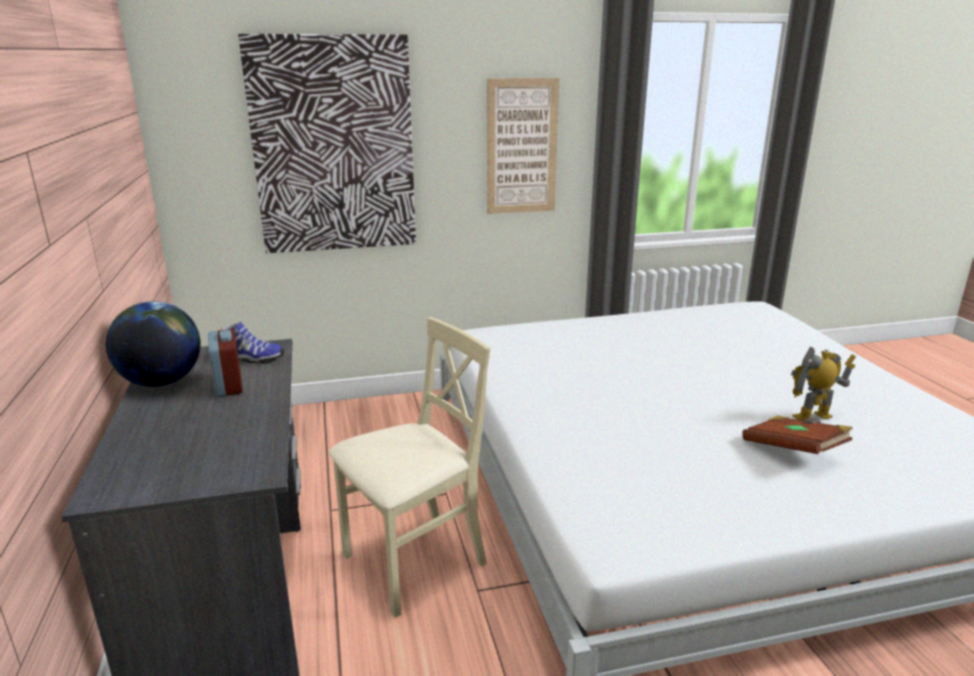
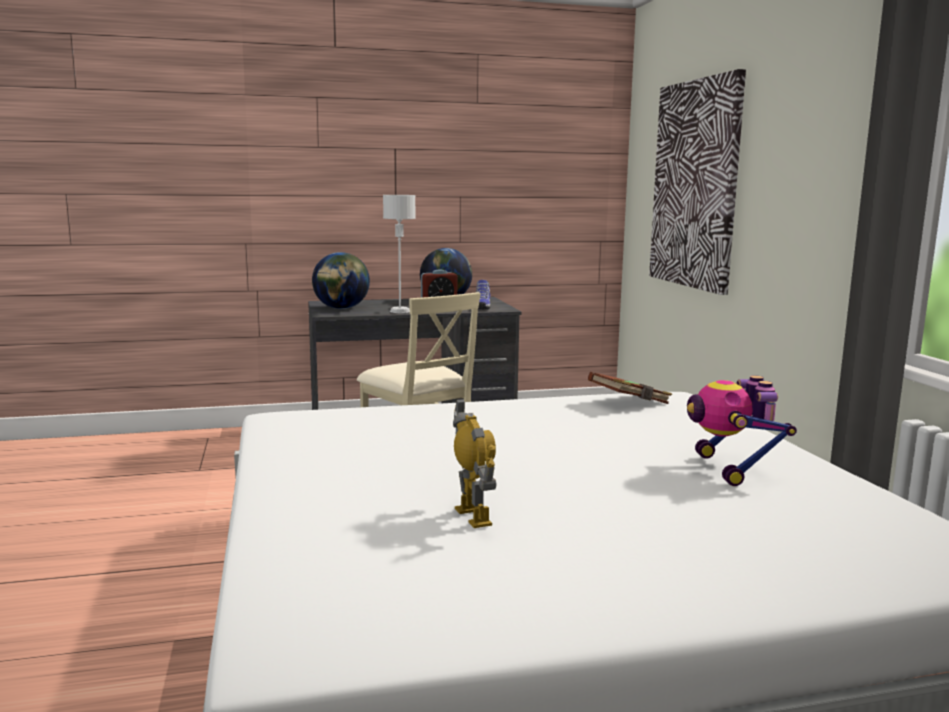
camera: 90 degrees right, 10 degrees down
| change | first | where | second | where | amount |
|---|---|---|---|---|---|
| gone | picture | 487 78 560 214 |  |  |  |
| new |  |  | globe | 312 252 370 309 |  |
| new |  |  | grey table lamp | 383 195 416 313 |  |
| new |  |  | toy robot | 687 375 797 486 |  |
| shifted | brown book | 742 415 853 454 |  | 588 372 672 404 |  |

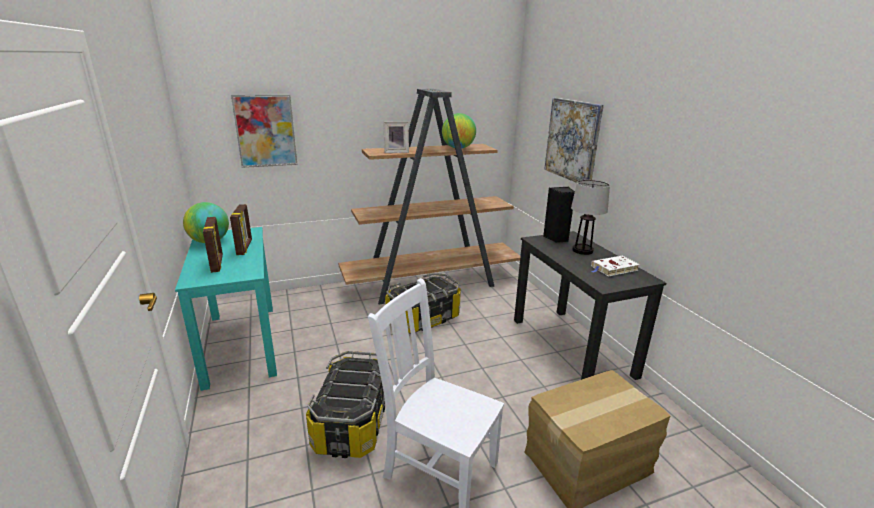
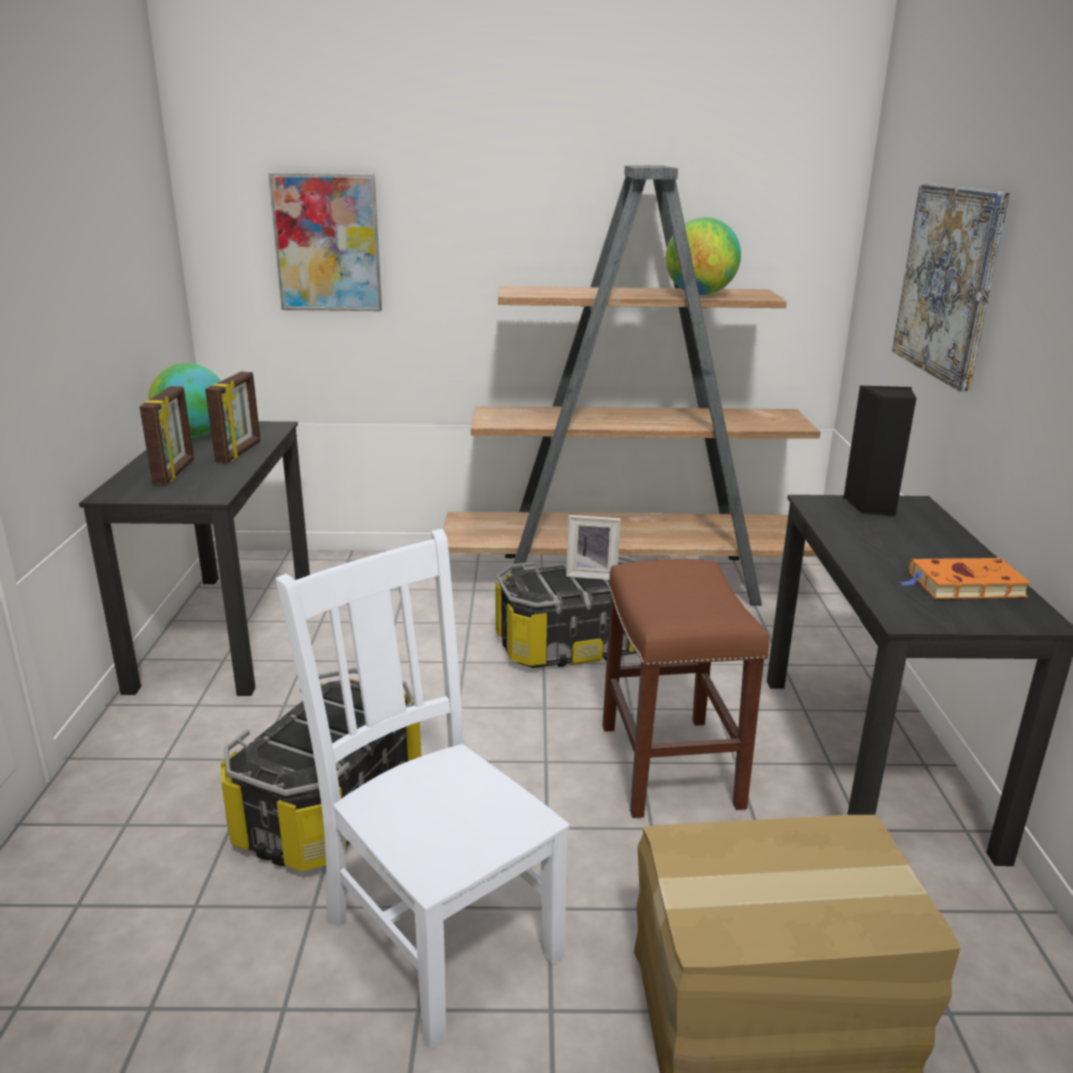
camera: 20 degrees right, 0 degrees up
| change | first | where | second | where | amount |
|---|---|---|---|---|---|
| gone | table lamp | 571 180 610 255 |  |  |  |
| new |  |  | brown stool | 602 559 769 818 |  |
| shifted | picture frame | 383 121 409 153 |  | 566 515 621 580 |  |
| repainted | turquoise desk | 175 227 277 391 | black desk | 79 421 310 696 |  |
| repainted | white book | 591 256 640 276 | orange book | 900 558 1031 599 |  |

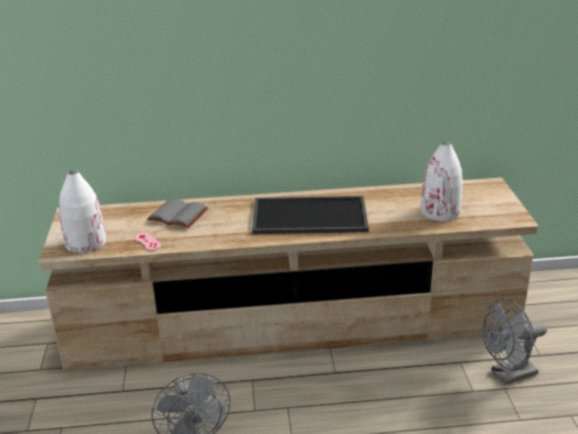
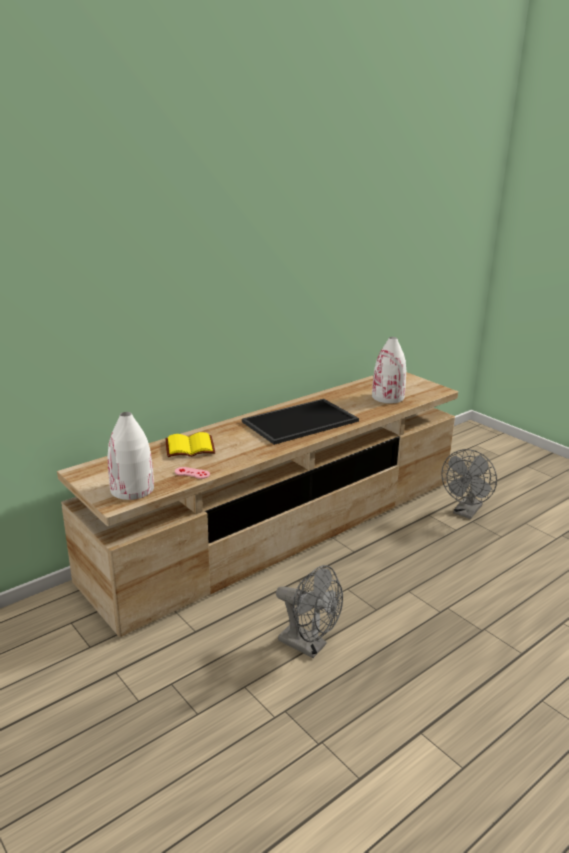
camera: 35 degrees left, 5 degrees down
| change | first | where | second | where | amount |
|---|---|---|---|---|---|
| repainted | grey book | 147 198 208 228 | yellow book | 166 432 215 457 |  |

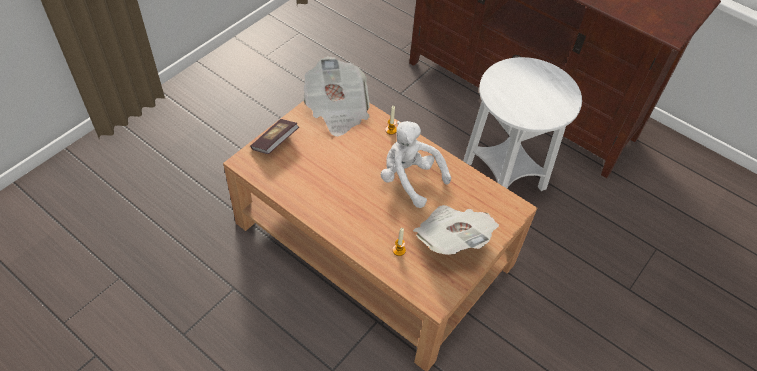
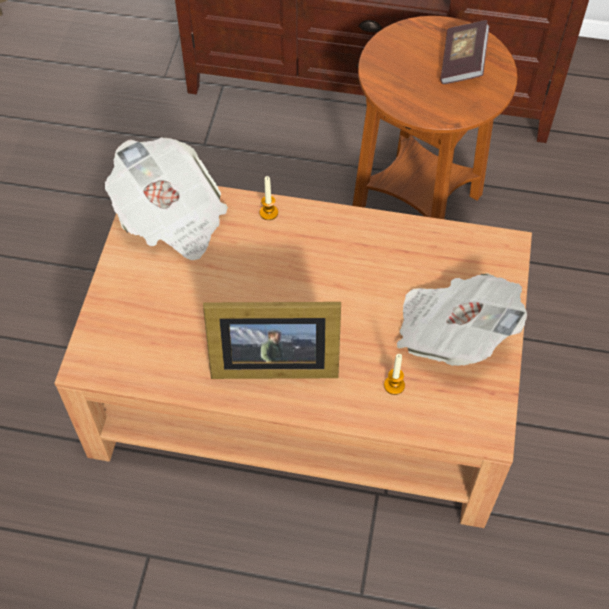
camera: 25 degrees left, 5 degrees up
| change | first | where | second | where | amount |
|---|---|---|---|---|---|
| gone | white plush toy | 381 121 451 208 |  |  |  |
| new |  |  | picture frame | 203 302 341 379 |  |
| shifted | book | 250 119 299 154 |  | 440 20 489 84 |  |
| repainted | white side table | 463 57 582 191 | brown side table | 352 16 517 219 |  |

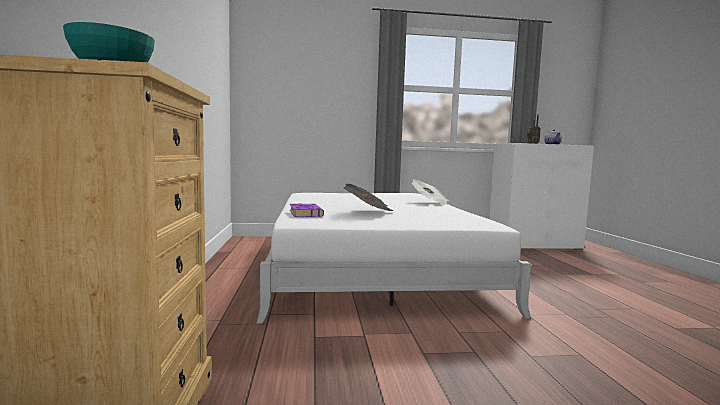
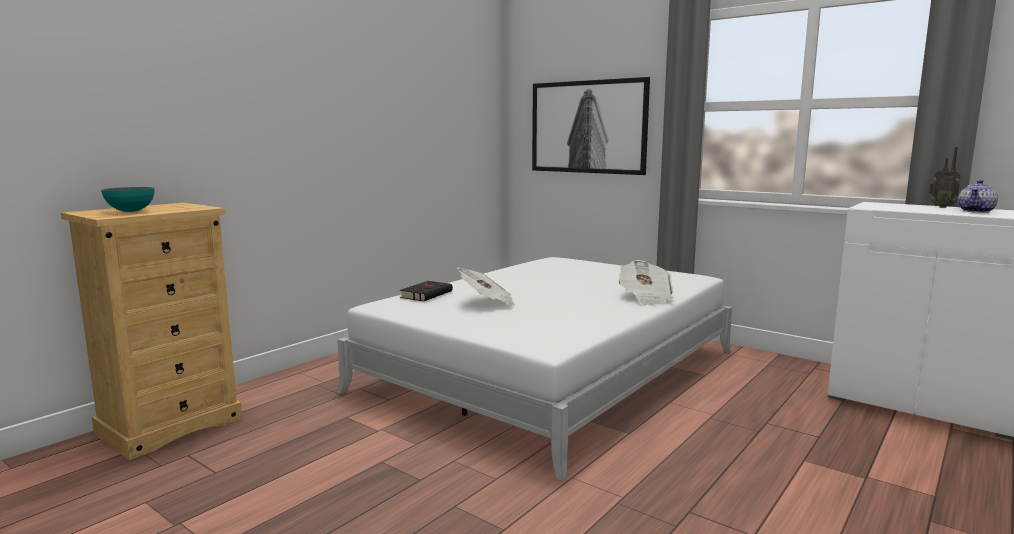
camera: 45 degrees right, 5 degrees up
| change | first | where | second | where | amount |
|---|---|---|---|---|---|
| new |  |  | picture | 532 77 650 175 |  |
| repainted | purple book | 290 203 324 217 | black book | 400 281 453 301 |  |

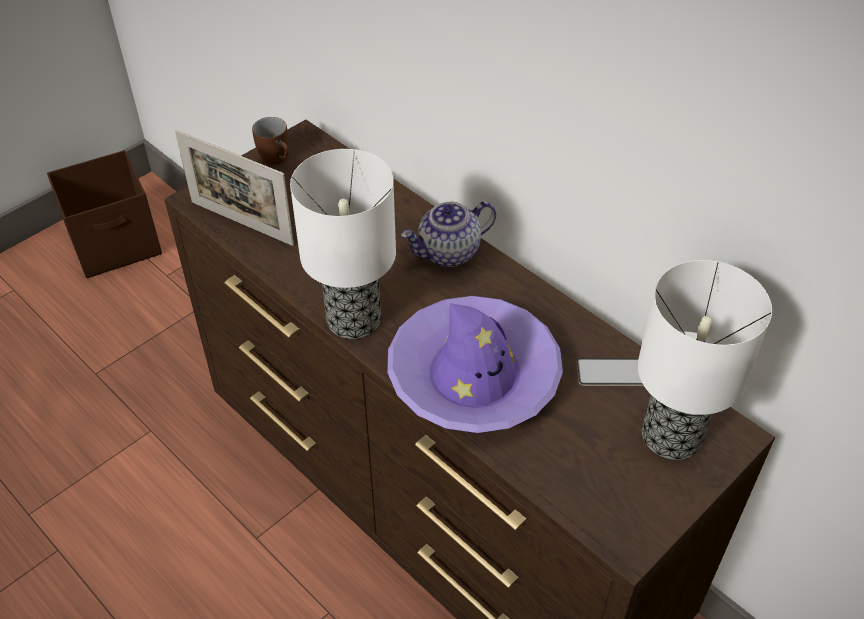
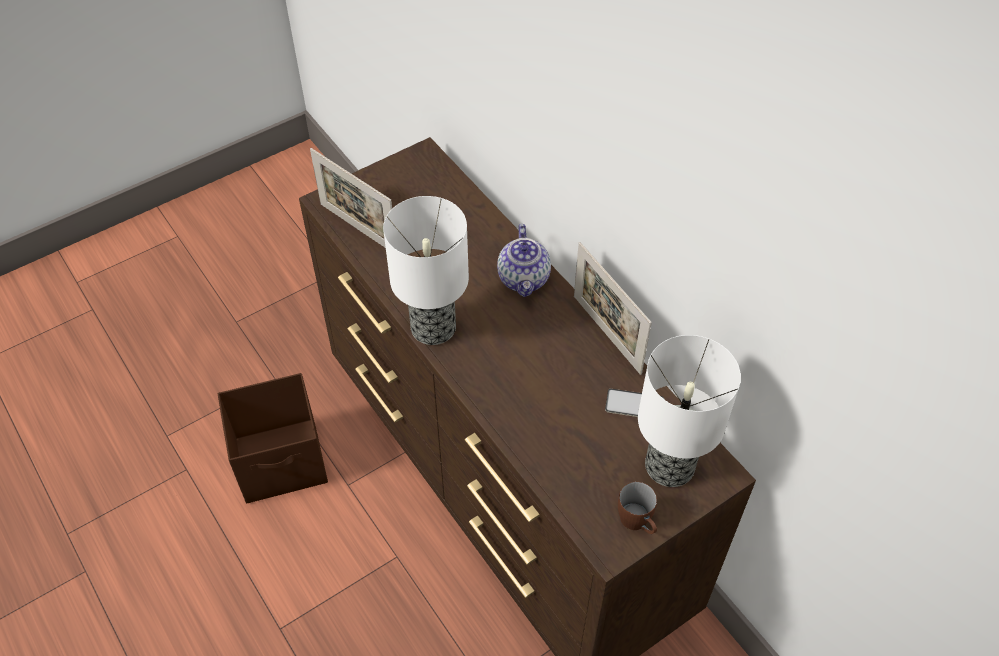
camera: 10 degrees right, 5 degrees up
| change | first | where | second | where | amount |
|---|---|---|---|---|---|
| gone | purple hat | 387 296 563 433 |  |  |  |
| new |  |  | picture frame | 574 242 652 375 |  |
| shifted | brown storage box | 47 150 162 278 |  | 217 373 328 503 |  |
| shifted | brown mug | 252 117 288 165 |  | 618 482 657 534 |  |
| rotated | teapot | 401 201 496 267 |  | 497 224 551 297 | 75 degrees counterclockwise |

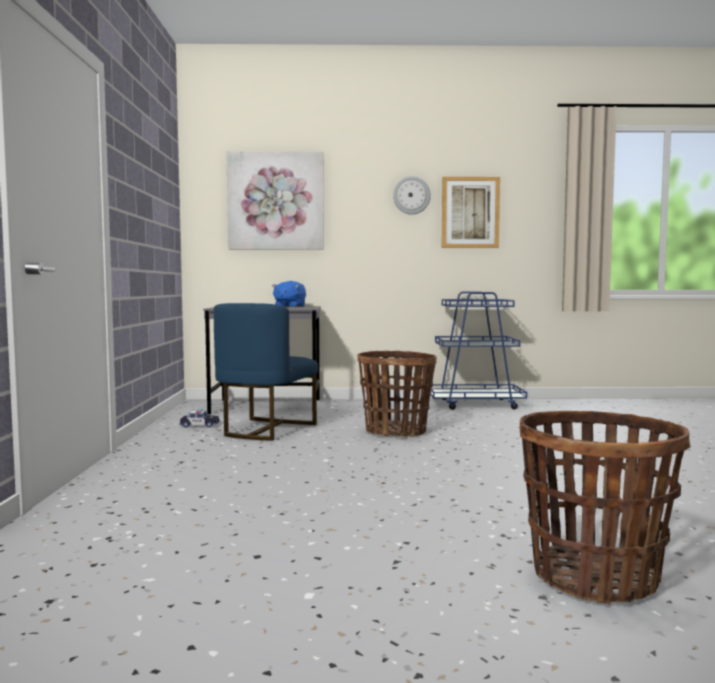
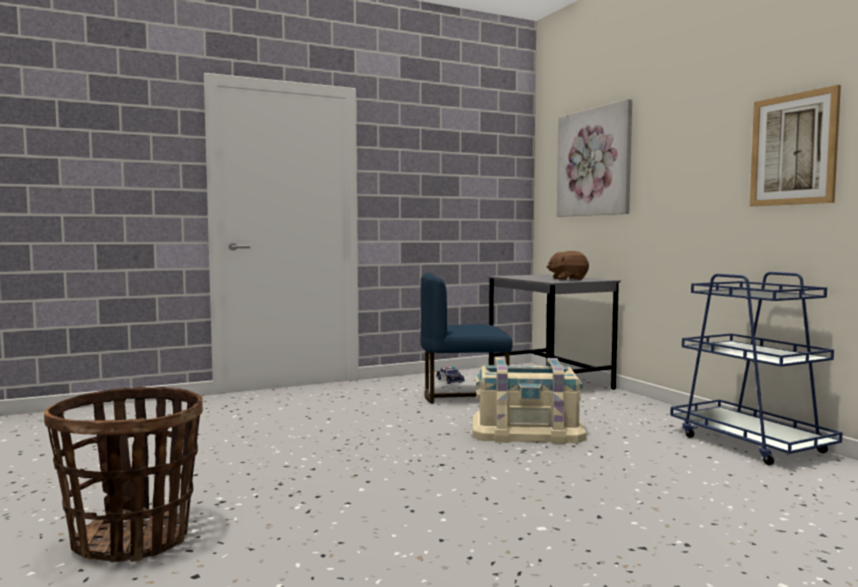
camera: 65 degrees right, 0 degrees up
| change | first | where | second | where | amount |
|---|---|---|---|---|---|
| gone | wall clock | 393 176 431 215 |  |  |  |
| swapped | basket | 357 351 437 437 | beige storage box | 472 357 586 444 |  |
| repainted | blue plush toy | 272 281 306 308 | brown plush toy | 547 251 589 280 |  |

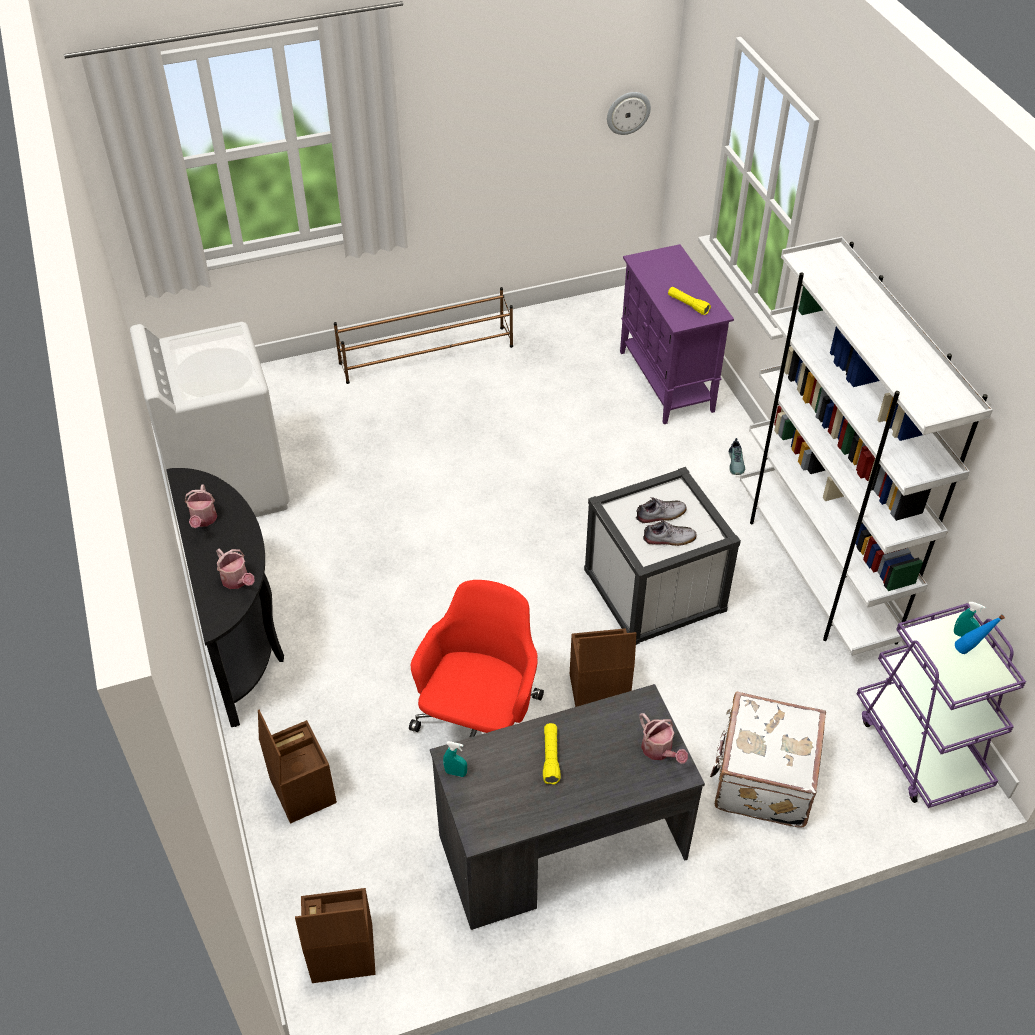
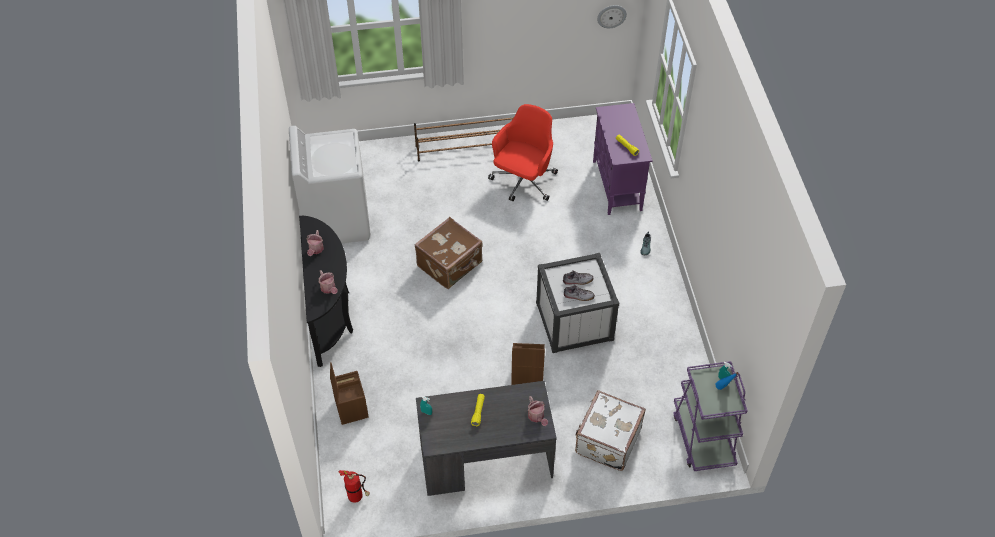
camera: 10 degrees right, 5 degrees up
| change | first | where | second | where | amount |
|---|---|---|---|---|---|
| gone | white bookcase | 740 236 993 656 |  |  |  |
| new |  |  | brown suitcase | 415 217 483 289 |  |
| shifted | red office chair | 409 580 544 738 |  | 488 104 558 201 |  |
| swapped | brown storage box | 295 888 376 983 | fire extinguisher | 339 470 370 503 |  |

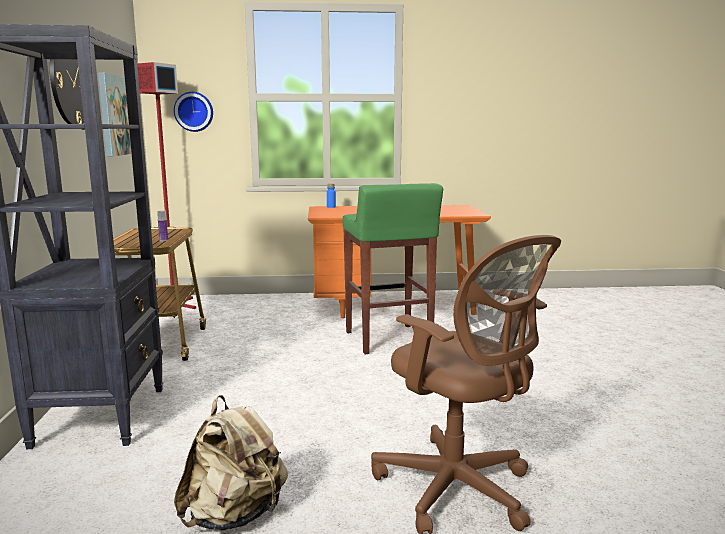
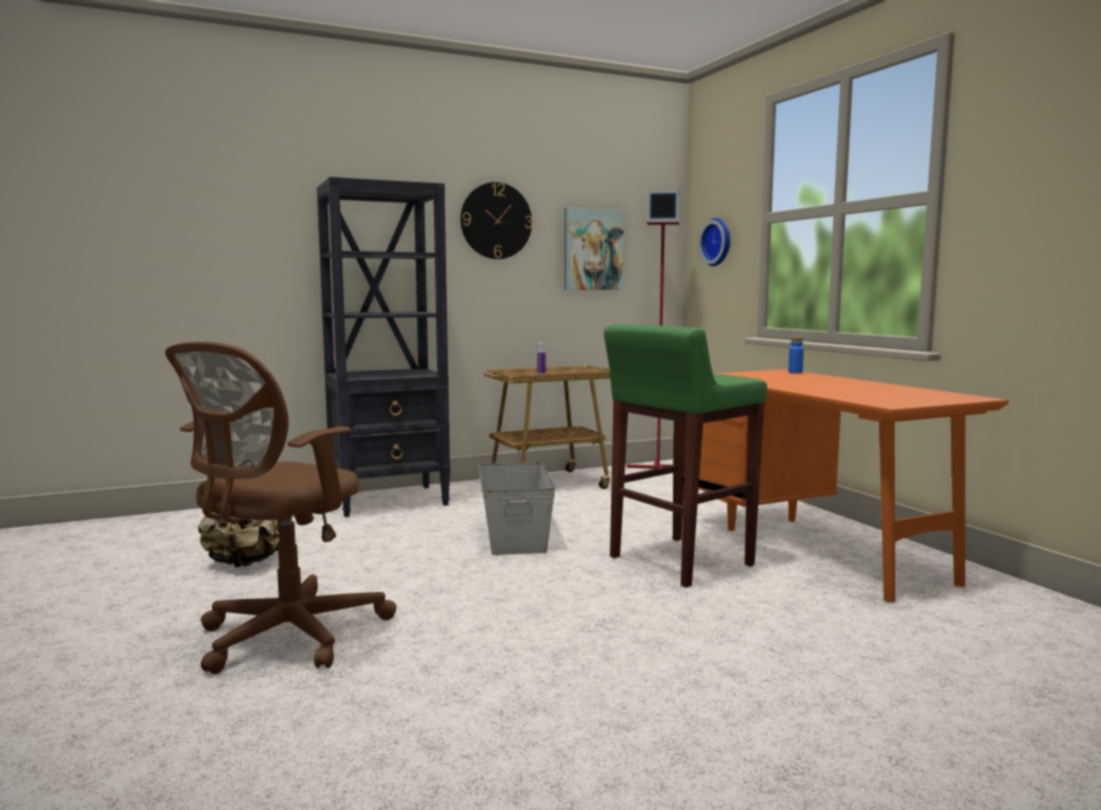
camera: 70 degrees right, 5 degrees down
| change | first | where | second | where | amount |
|---|---|---|---|---|---|
| new |  |  | grey storage box | 478 462 556 555 |  |

